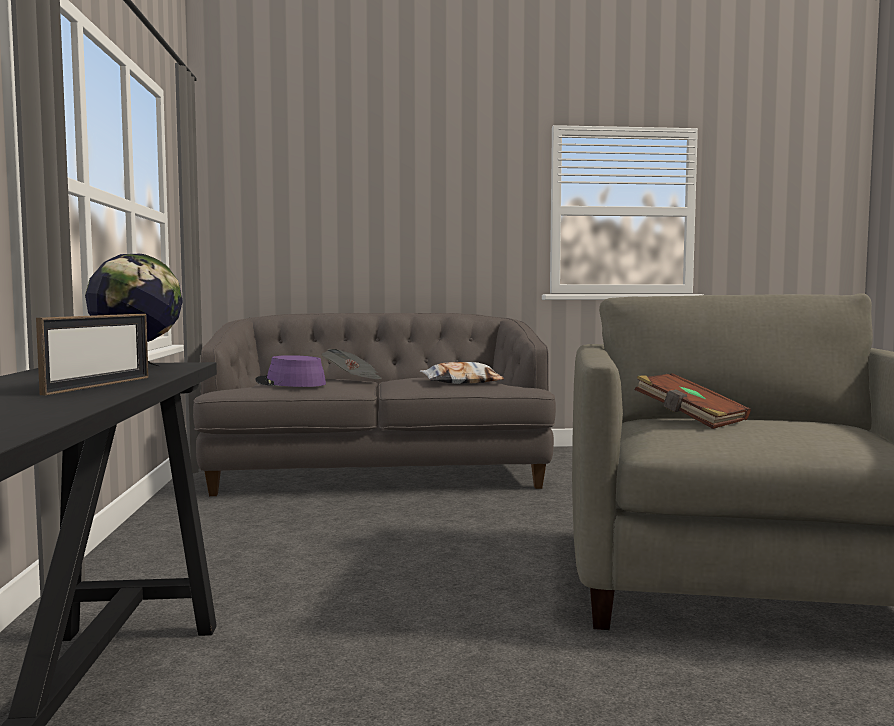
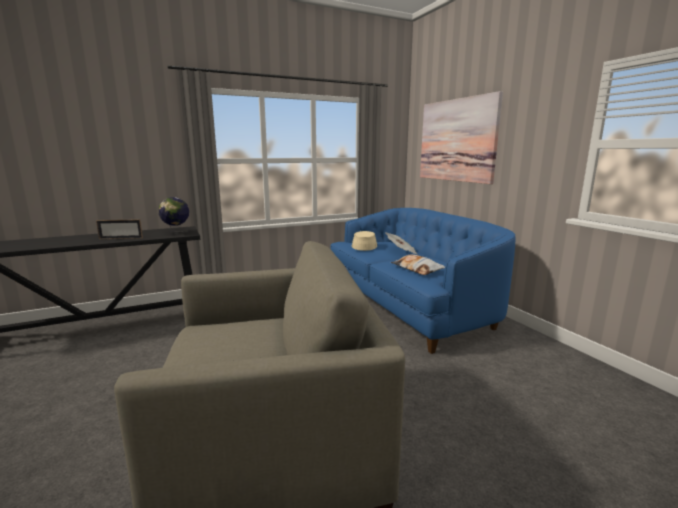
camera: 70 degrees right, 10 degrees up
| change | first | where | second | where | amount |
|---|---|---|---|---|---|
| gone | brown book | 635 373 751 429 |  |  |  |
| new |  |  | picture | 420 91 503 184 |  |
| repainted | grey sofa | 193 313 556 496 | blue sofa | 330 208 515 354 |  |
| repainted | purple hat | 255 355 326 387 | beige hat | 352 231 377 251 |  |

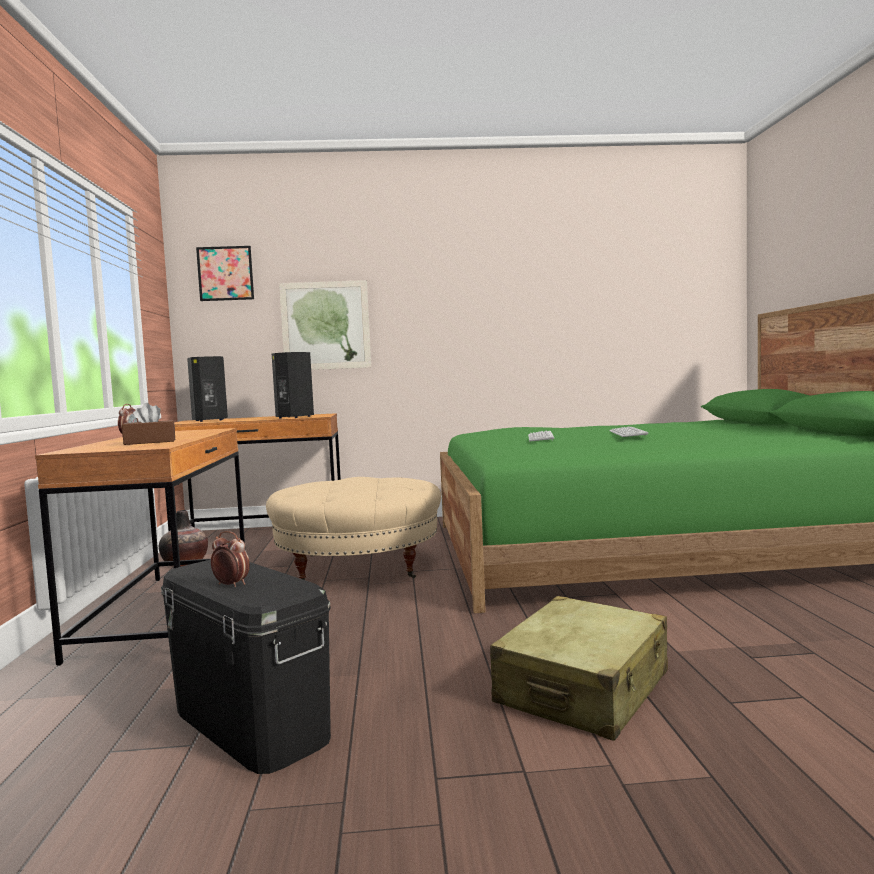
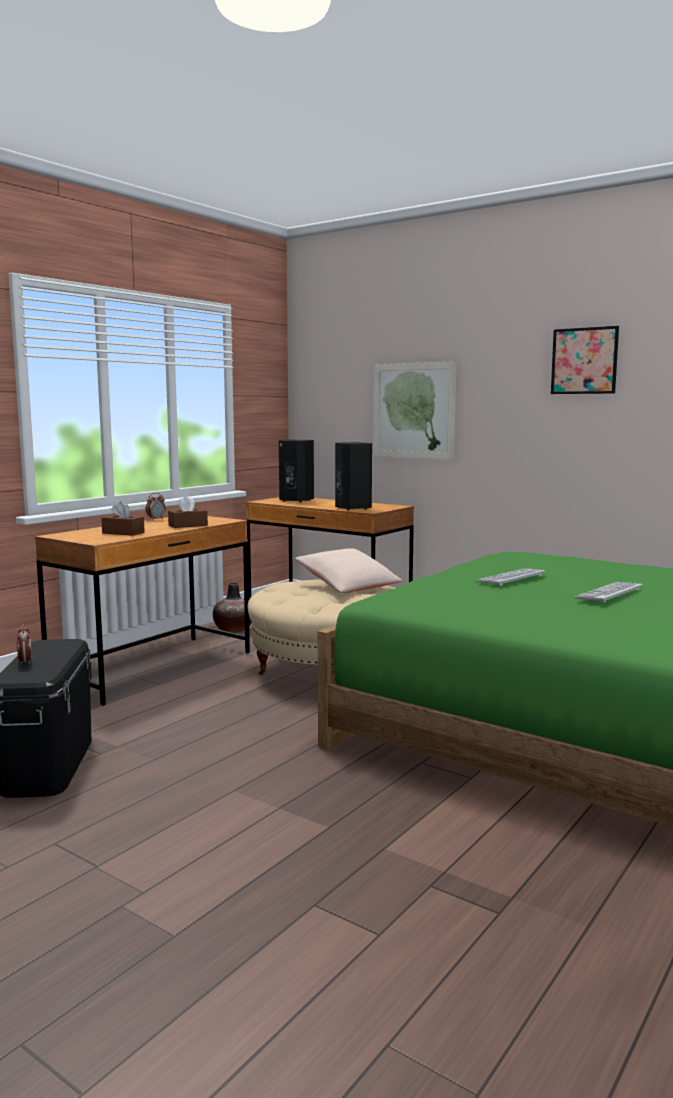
camera: 40 degrees right, 5 degrees up
| change | first | where | second | where | amount |
|---|---|---|---|---|---|
| gone | beige suitcase | 490 596 668 741 |  |  |  |
| new |  |  | brown tissue box | 168 496 208 528 |  |
| new |  |  | beige pillow | 295 548 402 593 |  |
| shifted | picture | 196 246 254 301 |  | 551 326 619 394 |  |

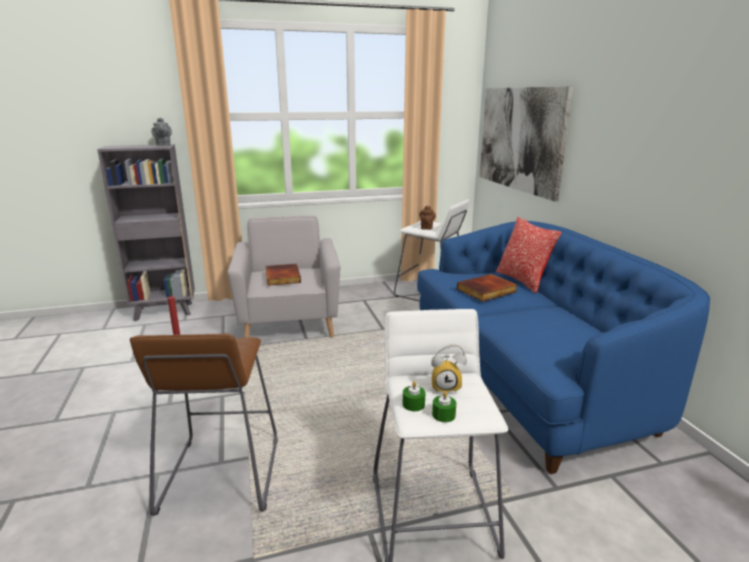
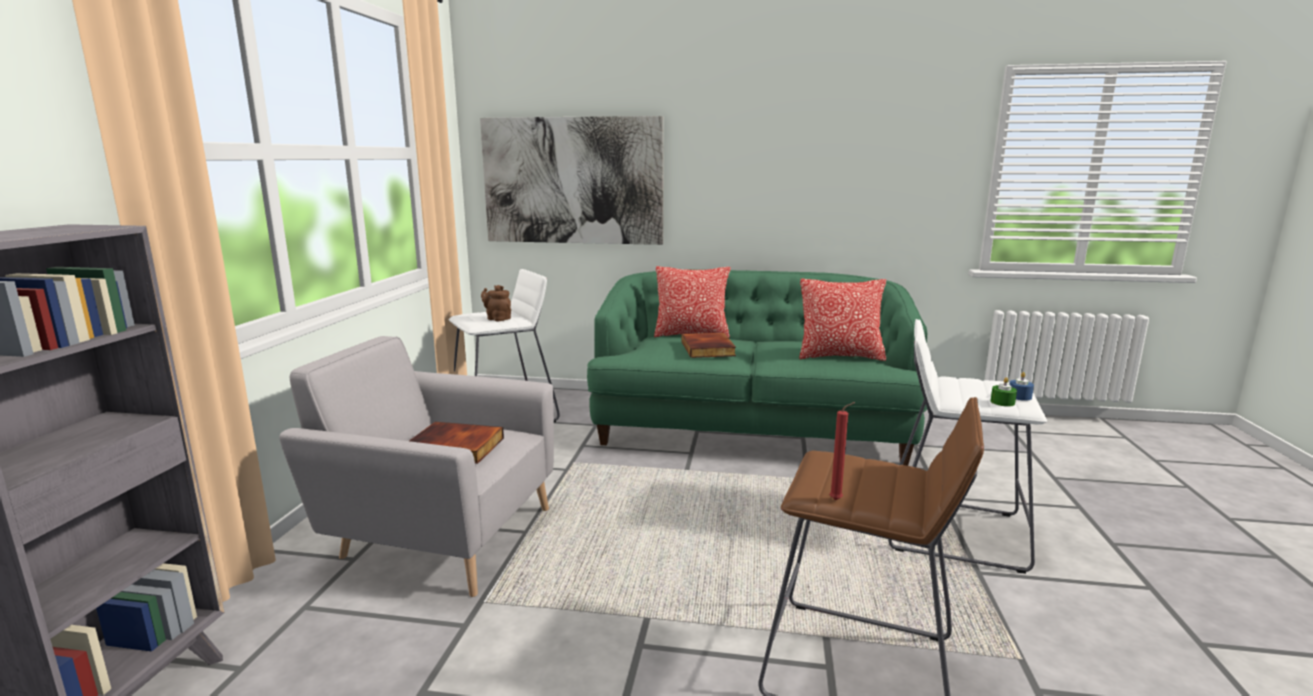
camera: 65 degrees left, 5 degrees down
| change | first | where | second | where | amount |
|---|---|---|---|---|---|
| gone | grey teapot | 151 118 172 146 |  |  |  |
| gone | alarm clock | 431 344 467 392 |  |  |  |
| new |  |  | pillow | 799 279 886 361 |  |
| repainted | blue sofa | 417 221 710 474 | green sofa | 587 269 927 466 |  |
| repainted | green candle | 432 391 456 422 | blue candle | 1009 372 1034 401 |  |

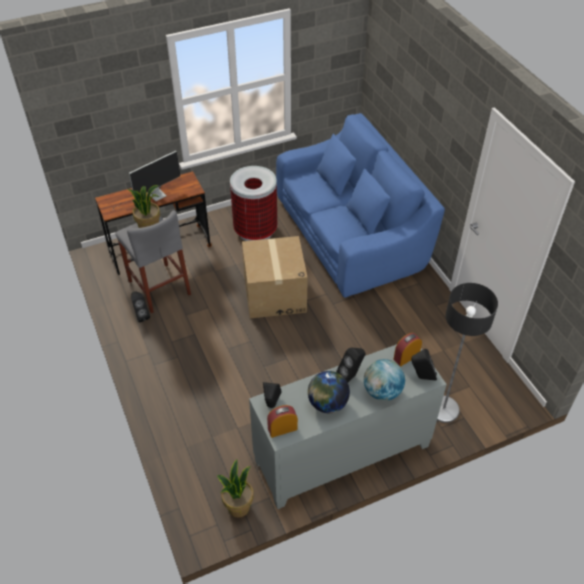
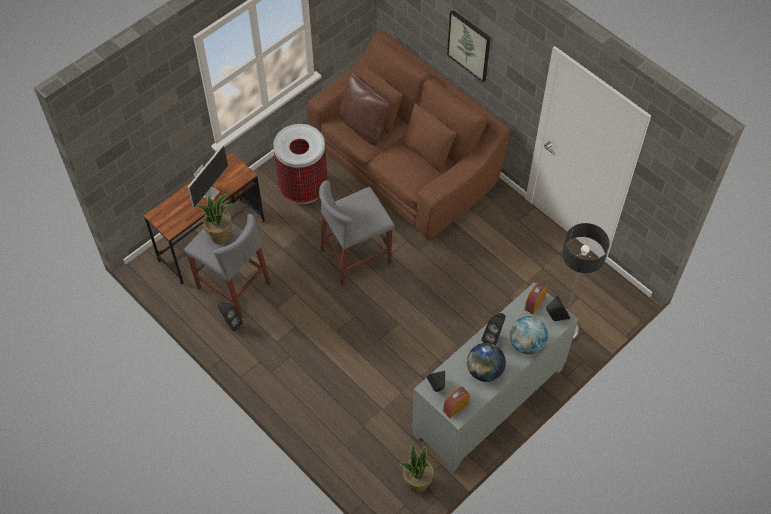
camera: 20 degrees left, 10 degrees up
| change | first | where | second | where | amount |
|---|---|---|---|---|---|
| new |  |  | brown pillow | 339 73 390 146 |  |
| new |  |  | picture | 447 10 490 82 |  |
| swapped | cardboard box | 242 236 308 318 | grey stool | 319 180 394 286 |  |
| repainted | blue sofa | 276 113 445 298 | brown sofa | 307 30 510 241 |  |

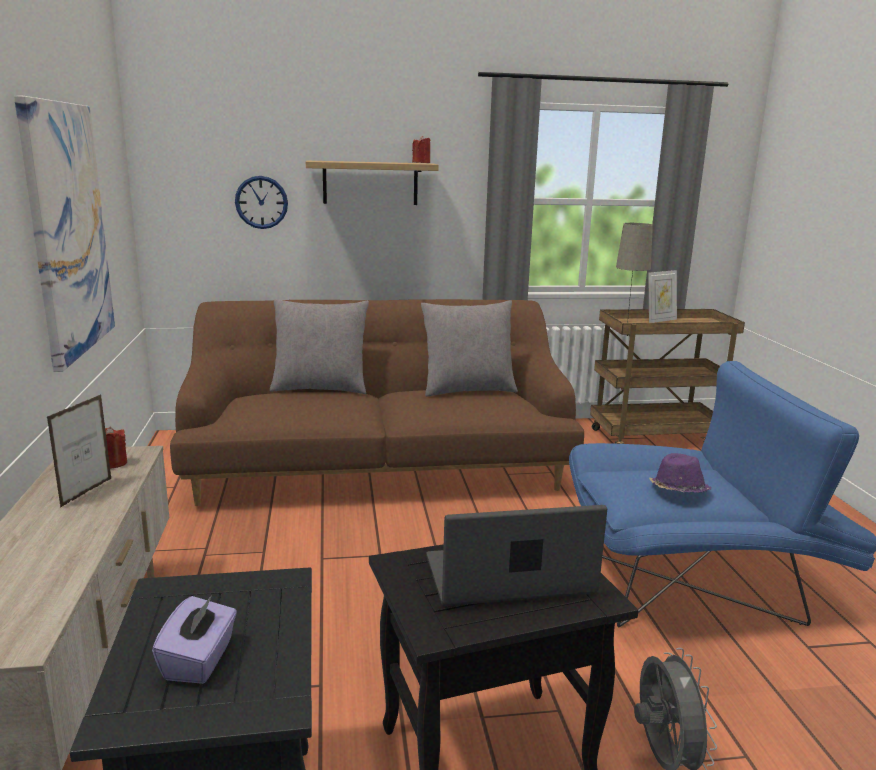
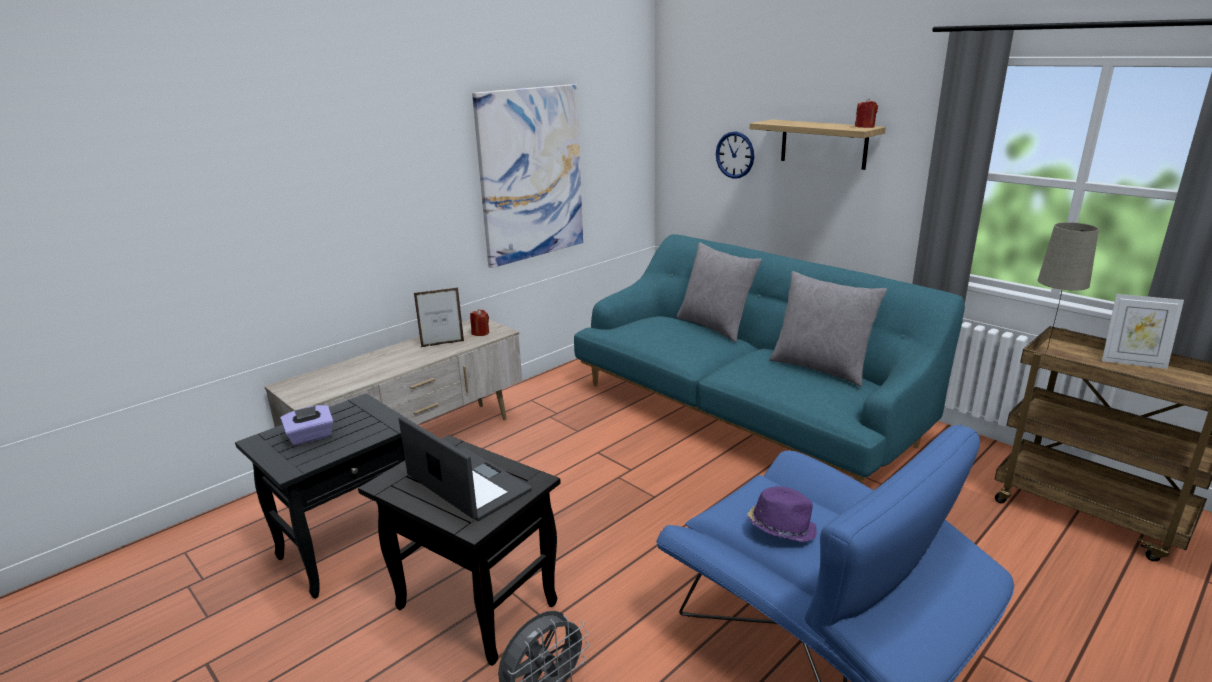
camera: 55 degrees right, 5 degrees up
| change | first | where | second | where | amount |
|---|---|---|---|---|---|
| repainted | brown sofa | 170 299 584 506 | turquoise sofa | 574 234 965 483 |  |

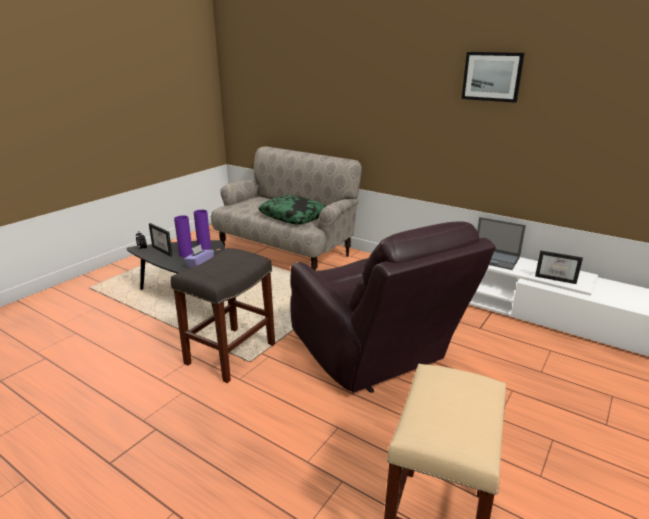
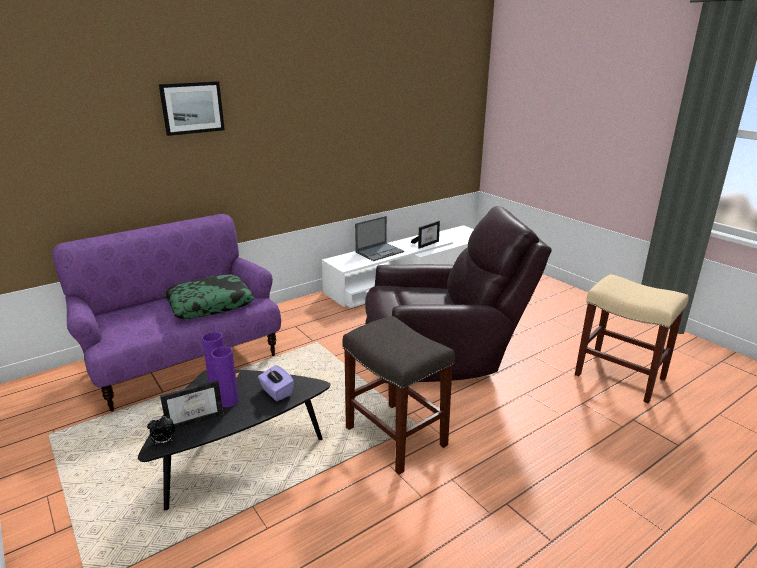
camera: 70 degrees left, 0 degrees up
| change | first | where | second | where | amount |
|---|---|---|---|---|---|
| shifted | picture | 461 52 524 103 |  | 159 81 225 136 |  |
| repainted | beige sofa | 211 146 362 271 | purple sofa | 52 214 281 412 |  |

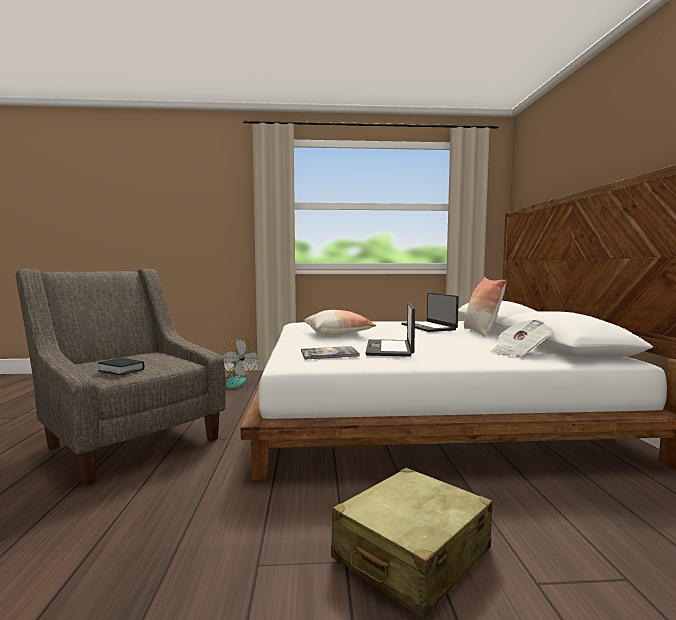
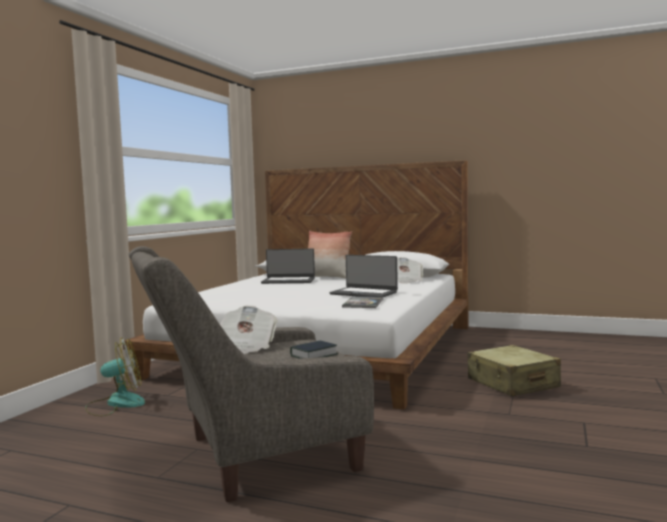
camera: 65 degrees left, 0 degrees up
| change | first | where | second | where | amount |
|---|---|---|---|---|---|
| gone | pillow | 304 310 376 336 |  |  |  |
| new |  |  | newspaper | 220 306 278 354 |  |

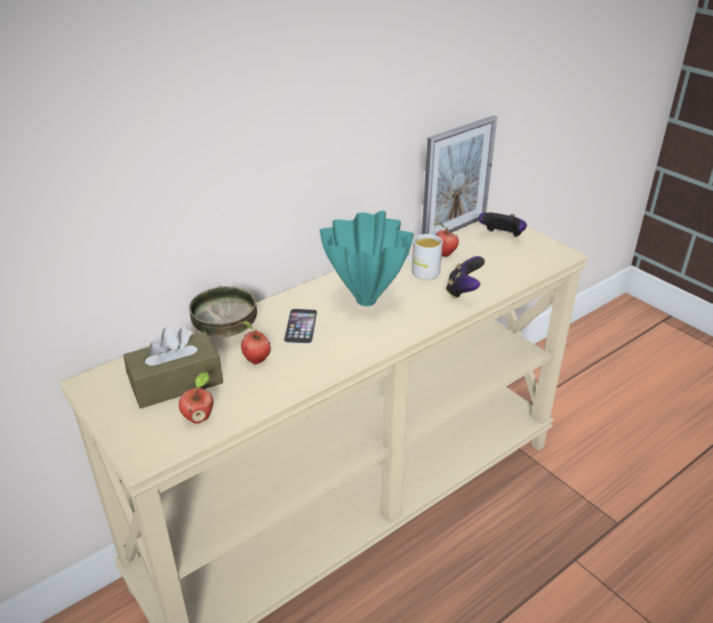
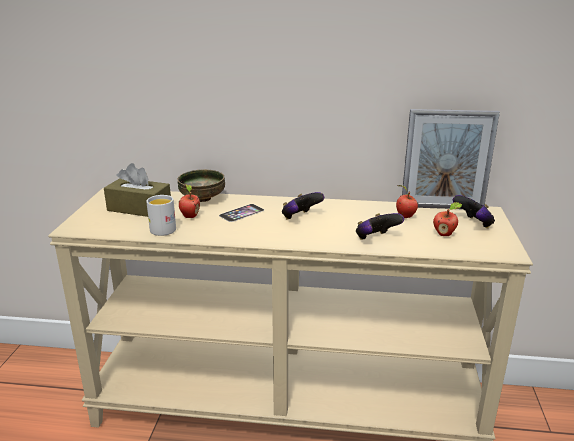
camera: 45 degrees right, 10 degrees down
| change | first | where | second | where | amount |
|---|---|---|---|---|---|
| shifted | apple | 179 372 213 424 |  | 433 202 462 236 |  |
| shifted | white mug | 407 234 443 280 |  | 146 195 176 236 |  |
| swapped | turquoise vase | 320 211 413 306 | game controller | 282 192 324 220 |  |

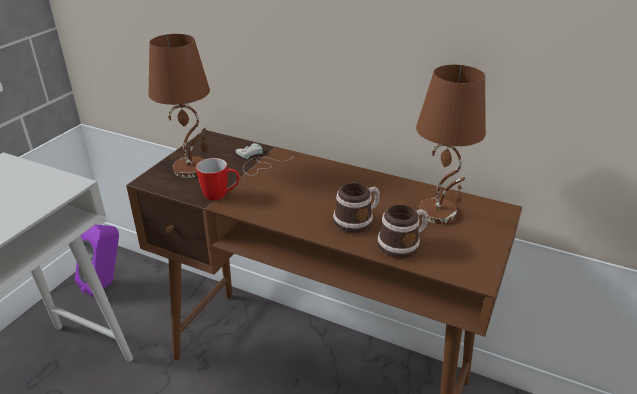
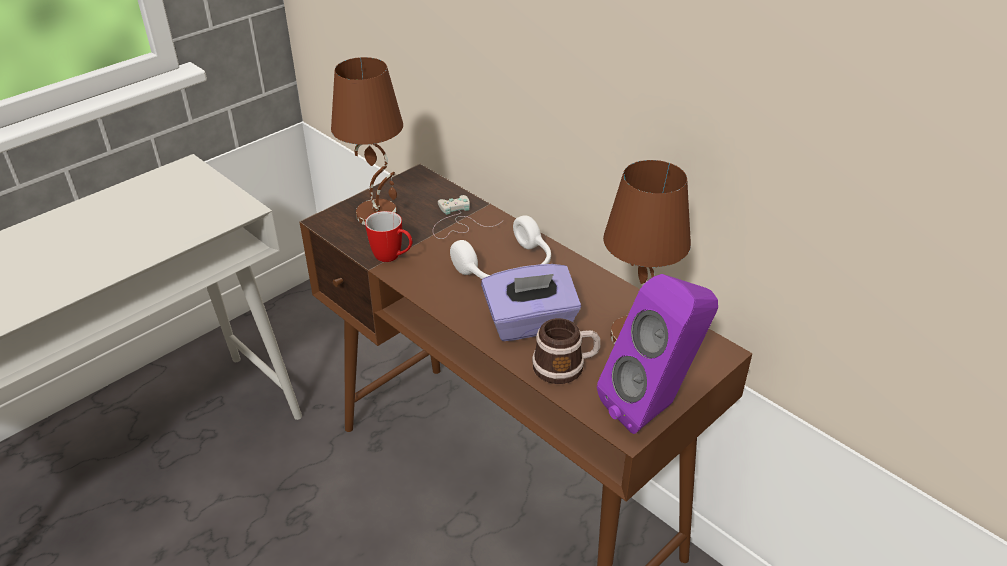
camera: 20 degrees right, 5 degrees up
| change | first | where | second | where | amount |
|---|---|---|---|---|---|
| new |  |  | white headphones | 450 215 551 279 |  |
| shifted | purple speaker | 75 224 119 297 |  | 597 274 718 434 |  |
| swapped | mug | 333 183 380 233 | purple tissue box | 481 264 581 341 |  |

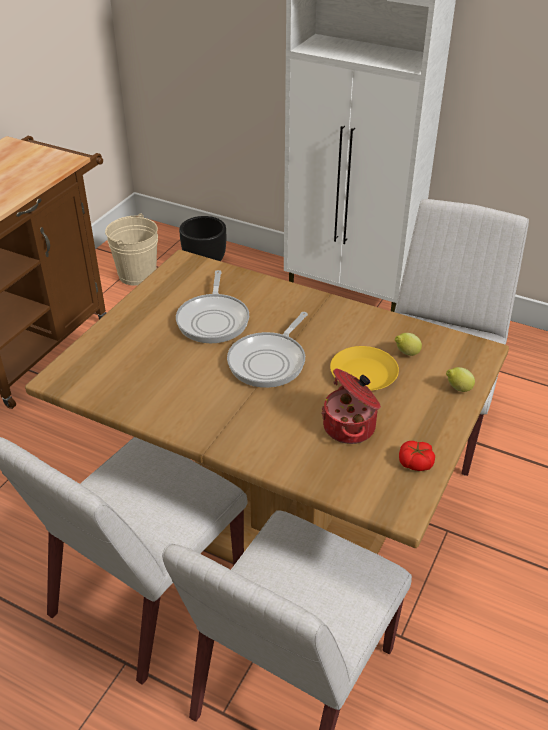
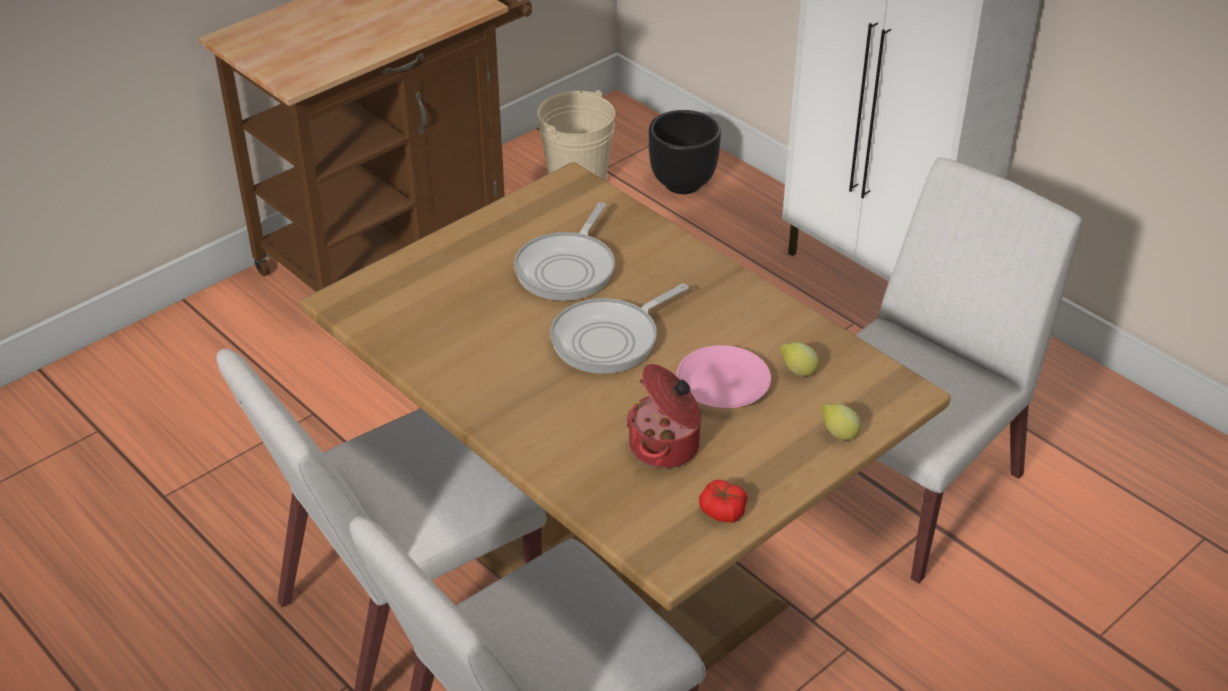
camera: 20 degrees right, 0 degrees up
| change | first | where | second | where | amount |
|---|---|---|---|---|---|
| repainted | yellow plate | 330 346 399 391 | pink plate | 677 345 771 408 |  |

